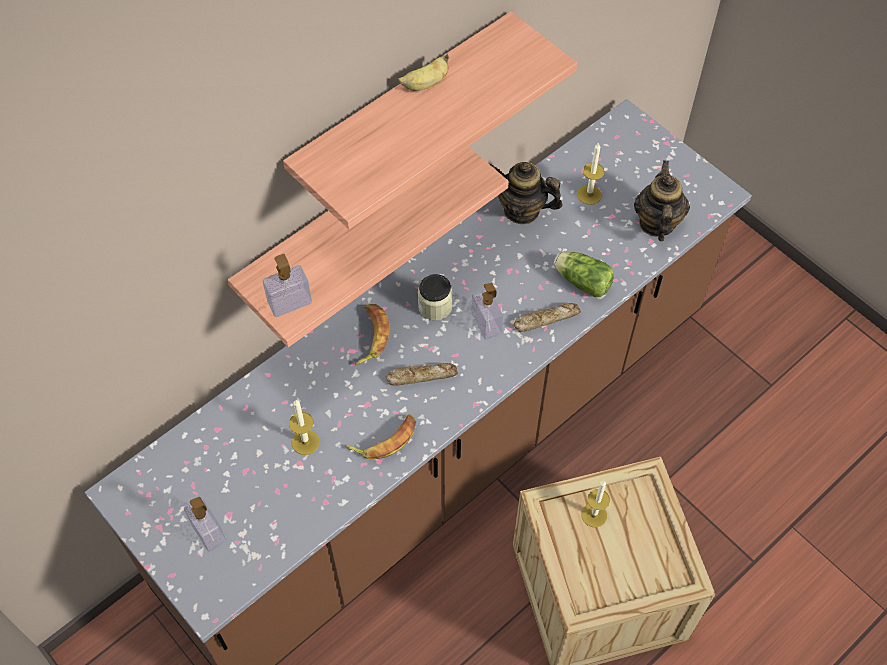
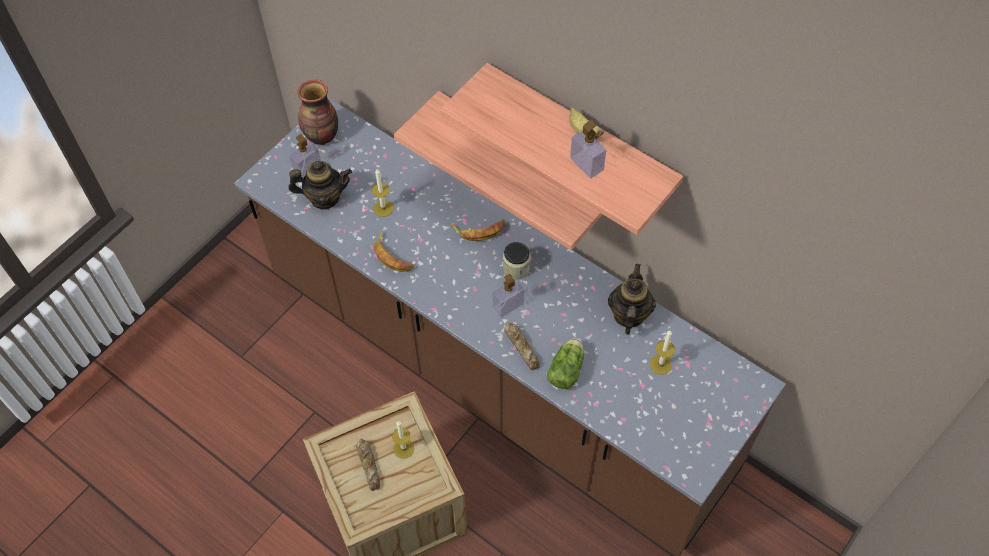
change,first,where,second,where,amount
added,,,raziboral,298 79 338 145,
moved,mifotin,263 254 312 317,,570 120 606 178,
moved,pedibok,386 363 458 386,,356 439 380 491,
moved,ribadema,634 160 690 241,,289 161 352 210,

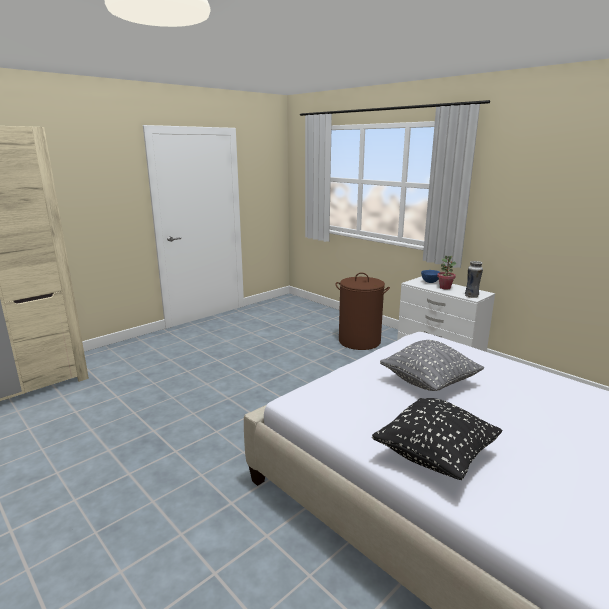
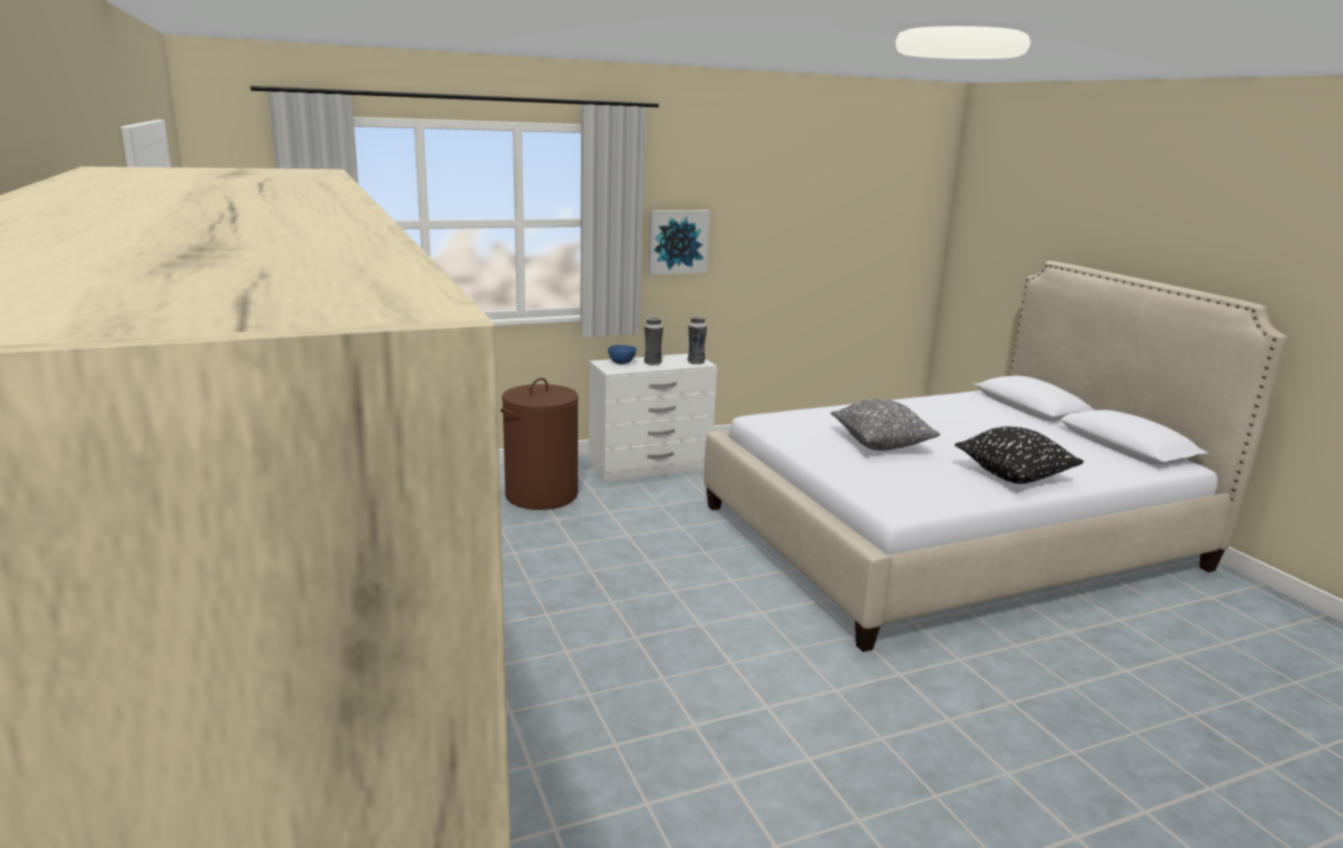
change,first,where,second,where,amount
added,,,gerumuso,648 210 709 275,
replaced,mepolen,437 256 456 289,raziboral,644 316 663 365,

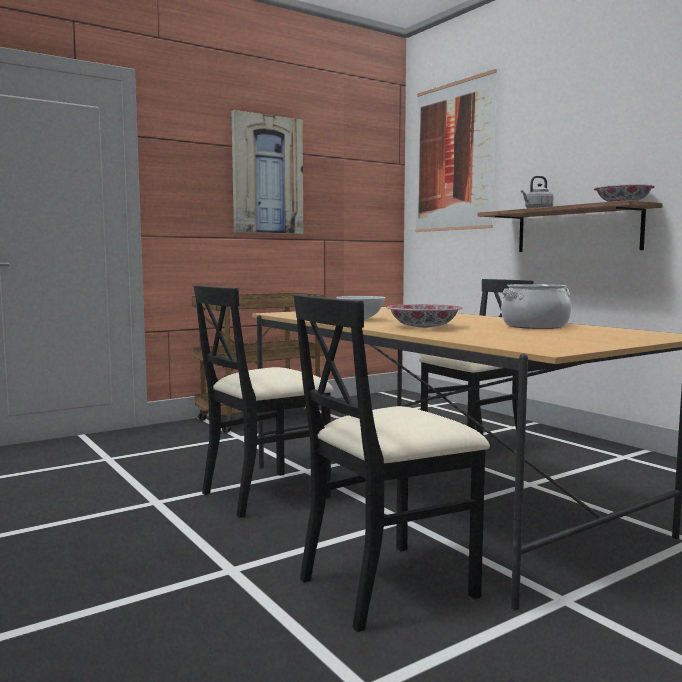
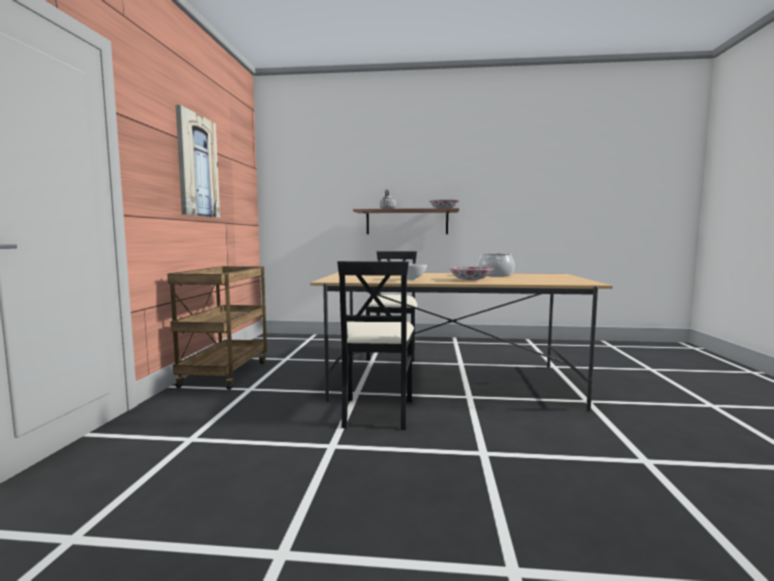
change,first,where,second,where,amount
removed,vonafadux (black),294 295 490 632,,,
removed,gerumuso,415 69 497 232,,,

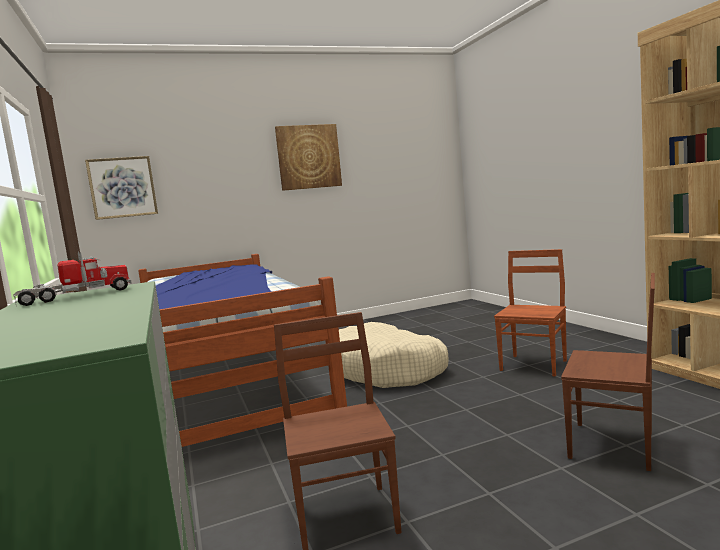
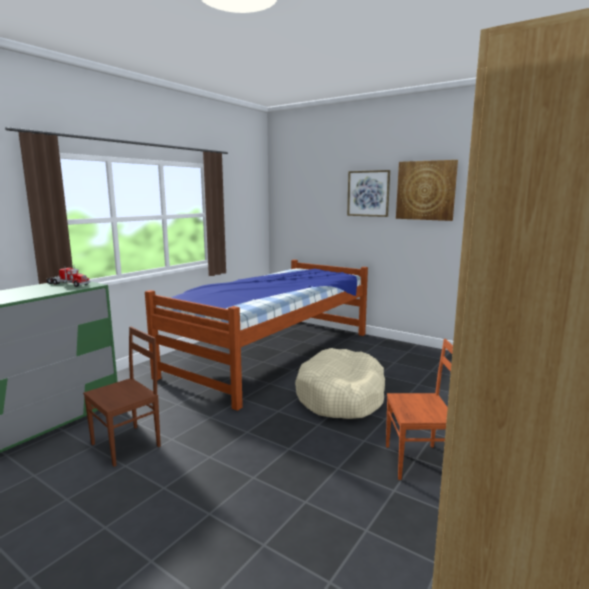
change,first,where,second,where,amount
removed,vonafadux (brown),561 273 655 471,,,
moved,gerumuso,85 156 158 220,,347 170 390 217,

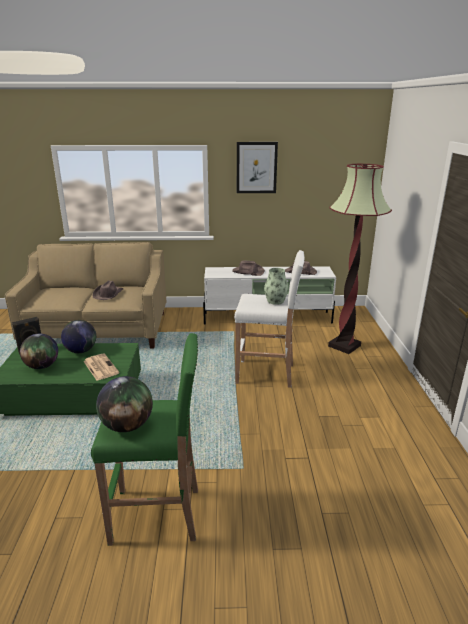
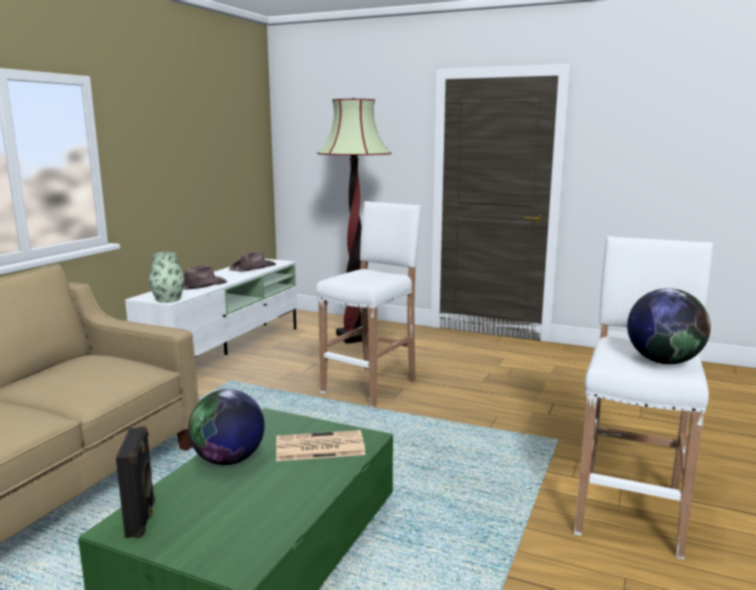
change,first,where,second,where,amount
removed,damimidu,20 334 58 369,,,
removed,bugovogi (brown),92 280 123 300,,,
removed,gerumuso,237 142 278 193,,,
moved,raziboral,264 268 289 305,,149 252 185 303,
recoloured,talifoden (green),91 333 198 546,talifoden (white),574 236 713 560,

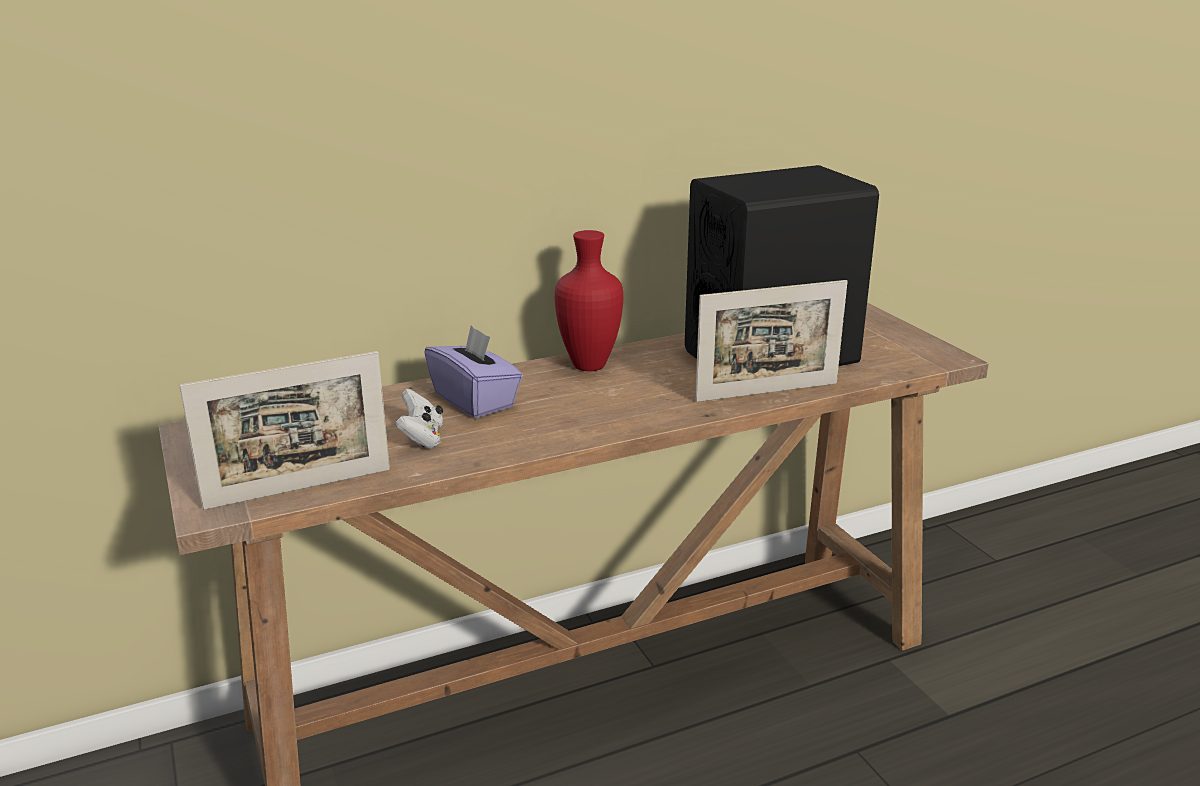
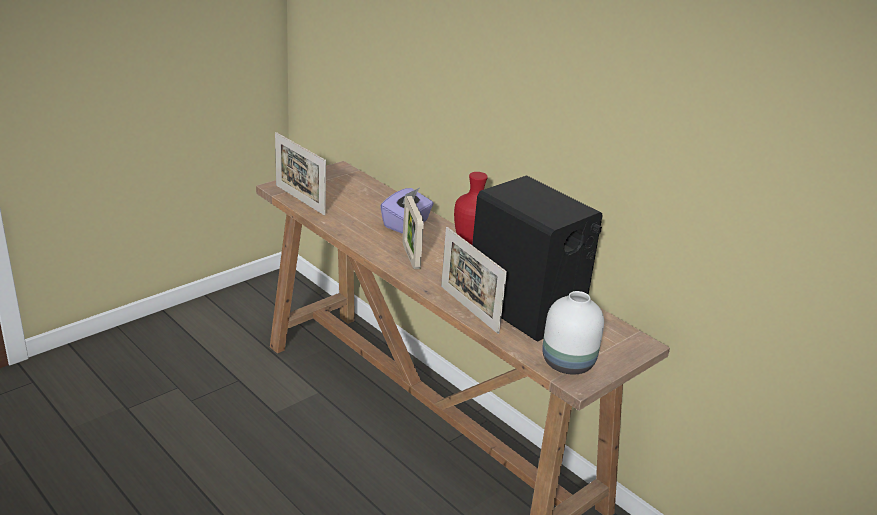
change,first,where,second,where,amount
removed,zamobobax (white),395 389 443 448,,,
added,,,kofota,403 196 424 269,
added,,,raziboral (white),542 291 604 375,

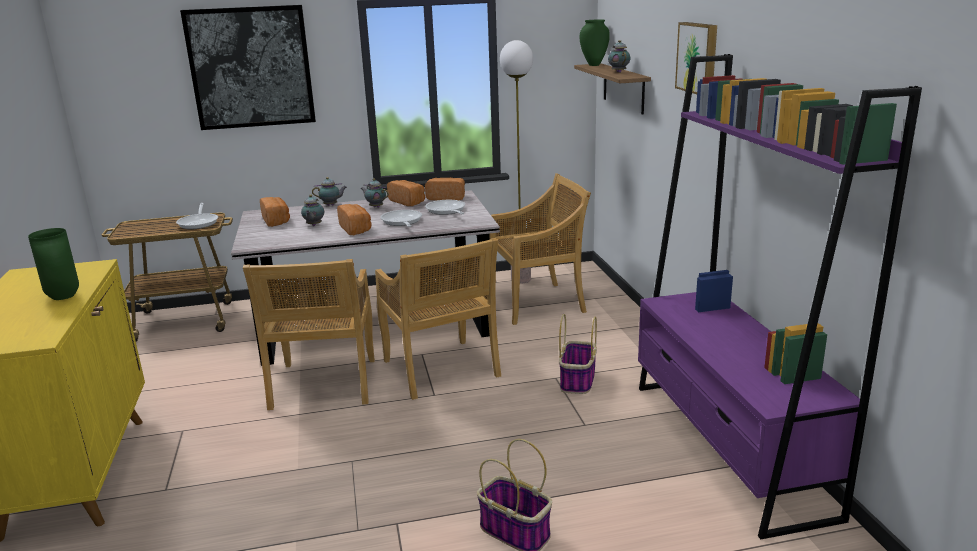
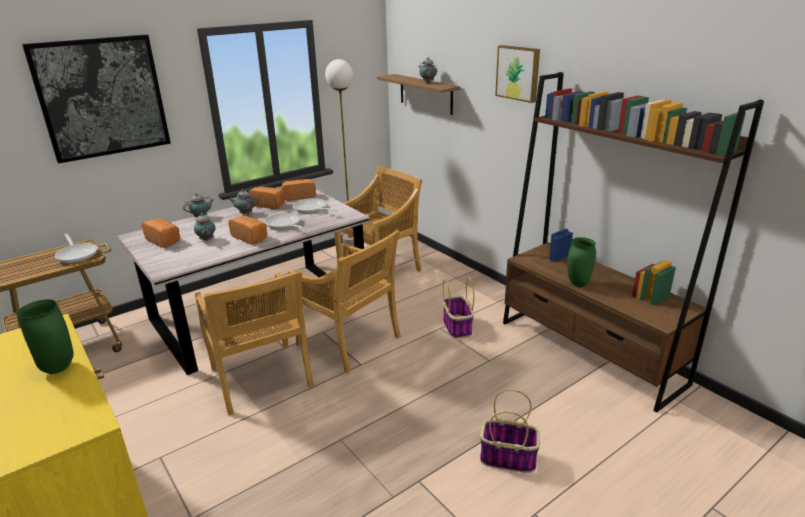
change,first,where,second,where,amount
moved,raziboral (green),580 20 610 66,,567 237 596 287,
recoloured,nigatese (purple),638 54 922 539,nigatese (brown),503 72 764 413,

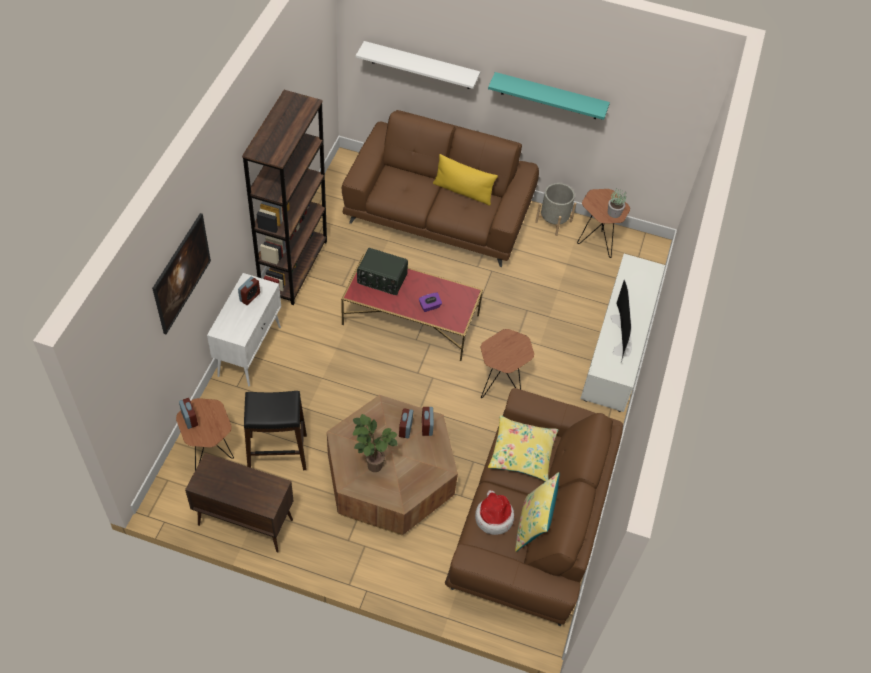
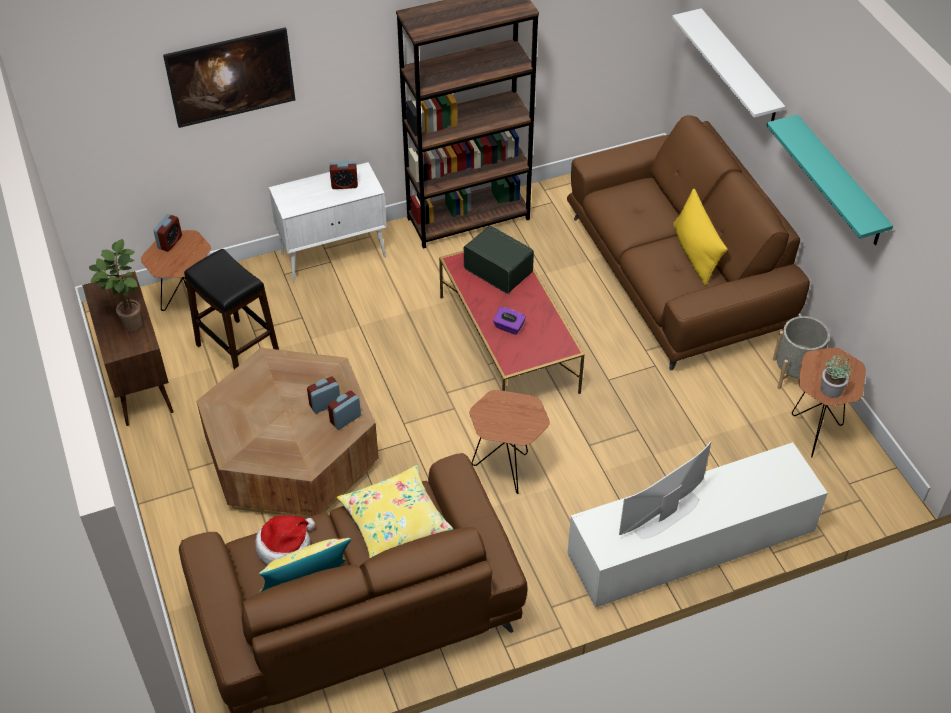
change,first,where,second,where,amount
moved,mepolen,353 414 398 472,,89 239 142 332,
turned,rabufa,357 248 408 295,,464 225 534 294,150 degrees clockwise

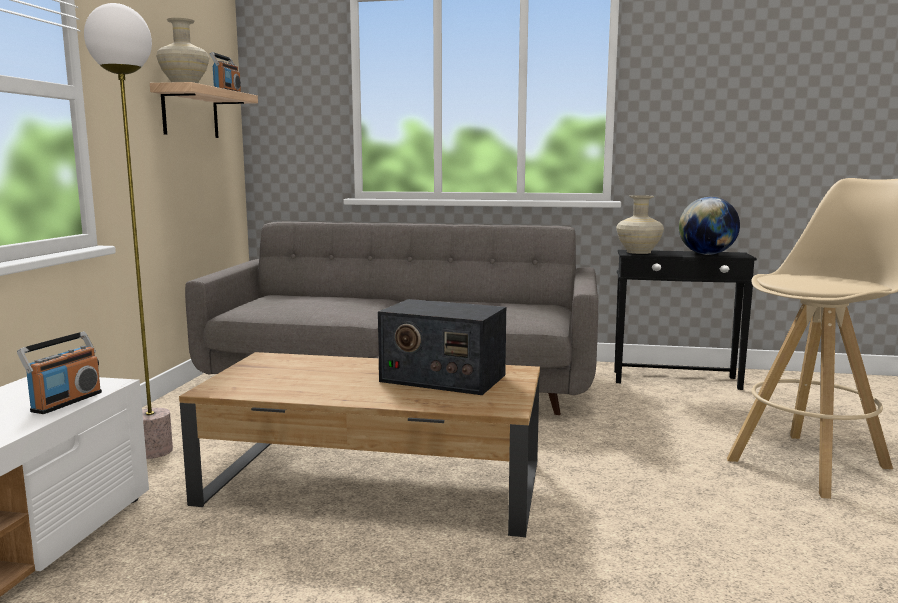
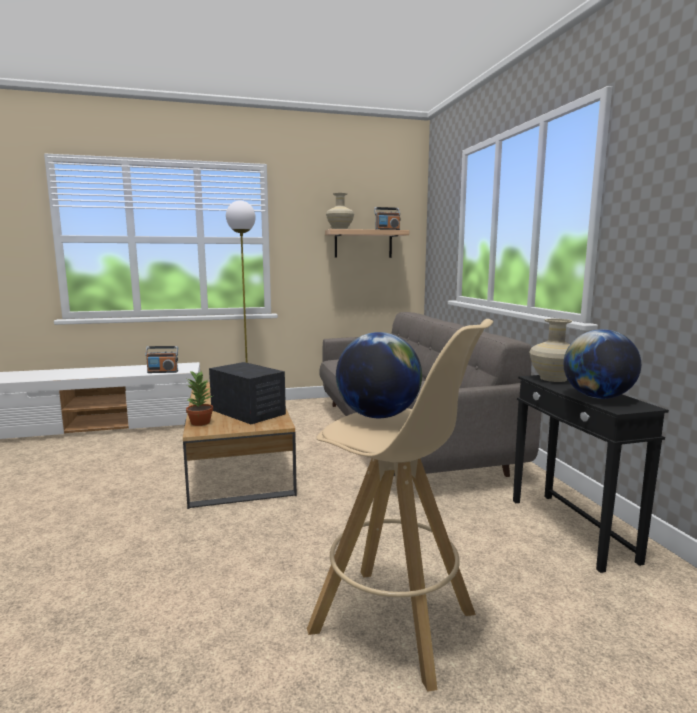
change,first,where,second,where,amount
added,,,mepolen,186 371 213 426,
added,,,damimidu,336 332 422 418,
turned,rabufa,378 299 506 395,,209 362 286 424,135 degrees clockwise

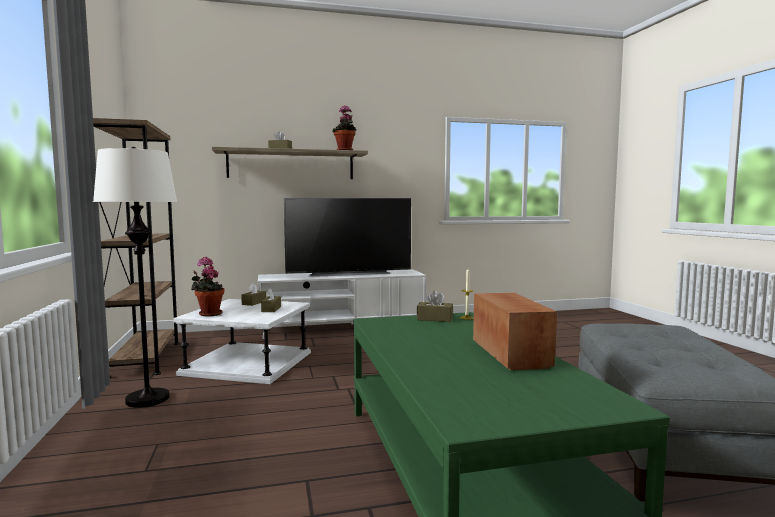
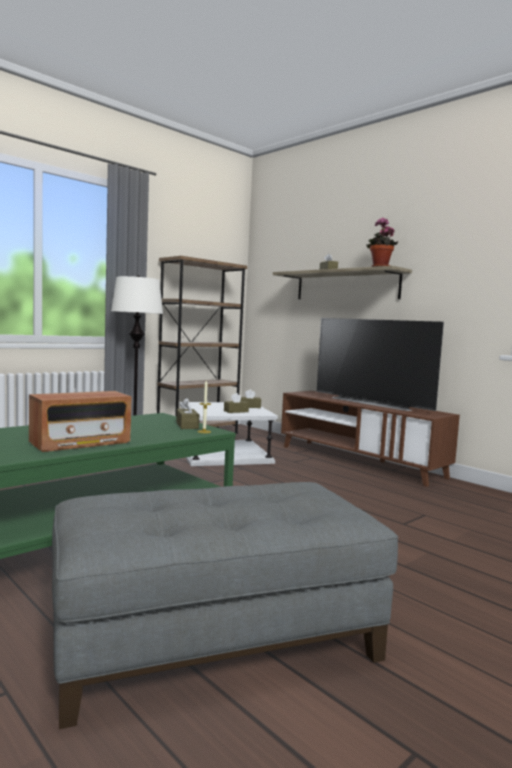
change,first,where,second,where,amount
removed,mepolen,191 257 224 316,,,
recoloured,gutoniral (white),258 269 426 339,gutoniral (brown),281 391 460 487,

